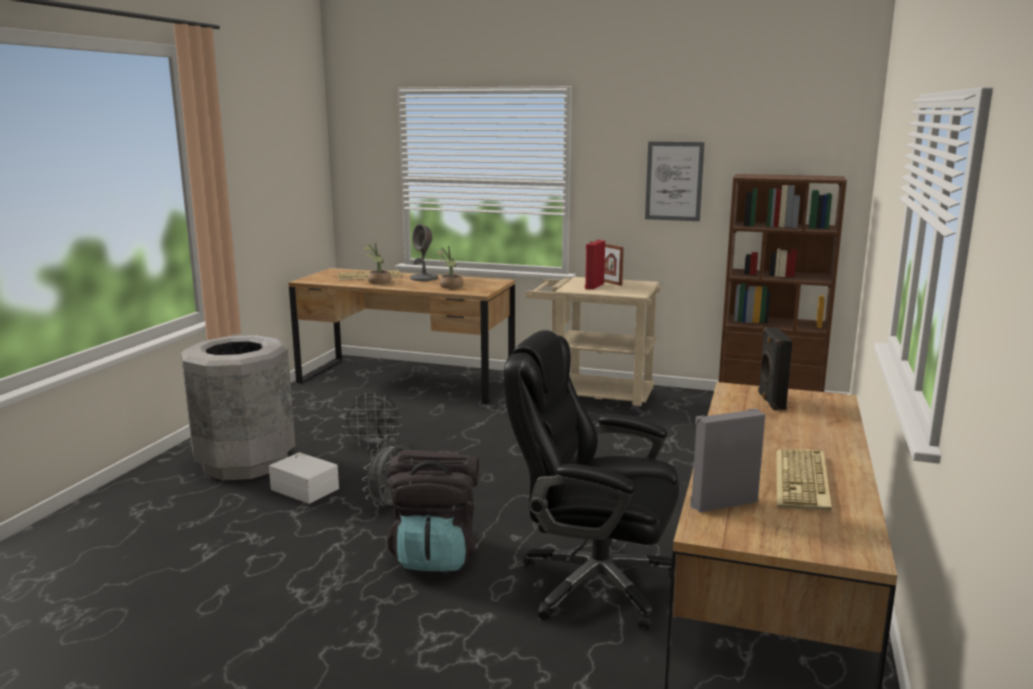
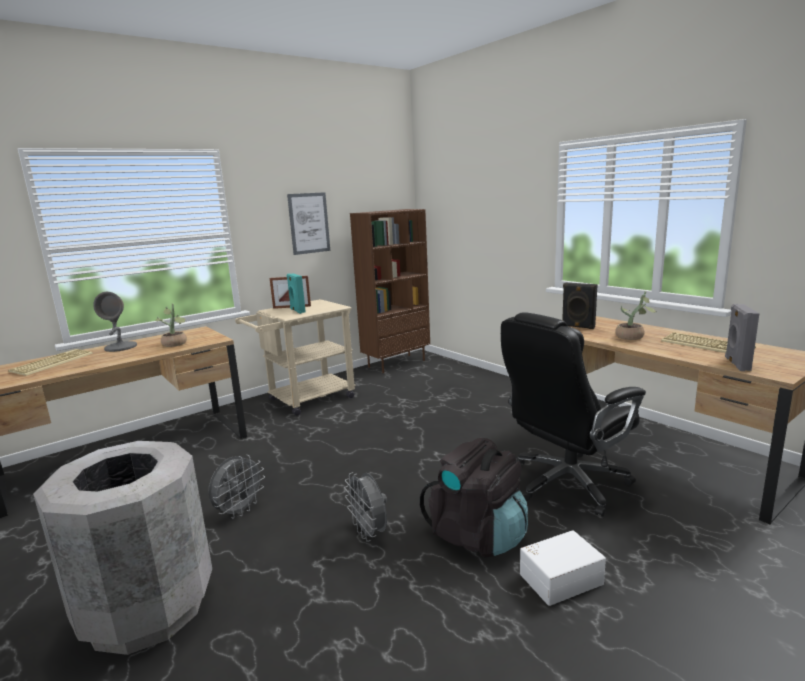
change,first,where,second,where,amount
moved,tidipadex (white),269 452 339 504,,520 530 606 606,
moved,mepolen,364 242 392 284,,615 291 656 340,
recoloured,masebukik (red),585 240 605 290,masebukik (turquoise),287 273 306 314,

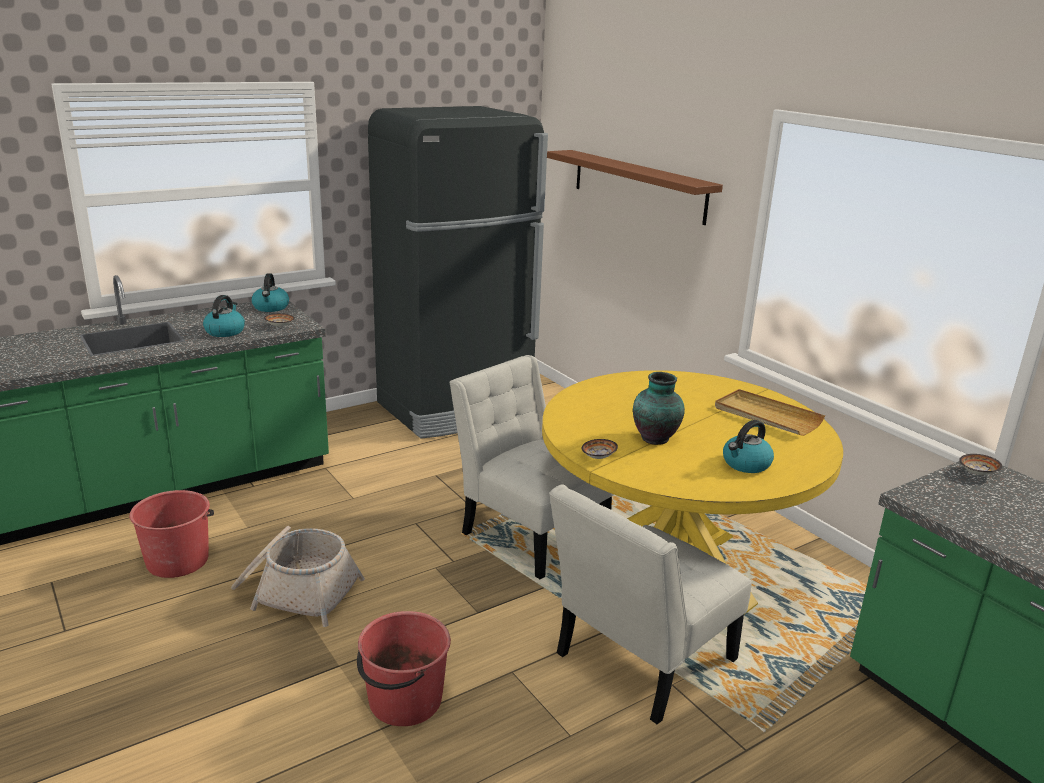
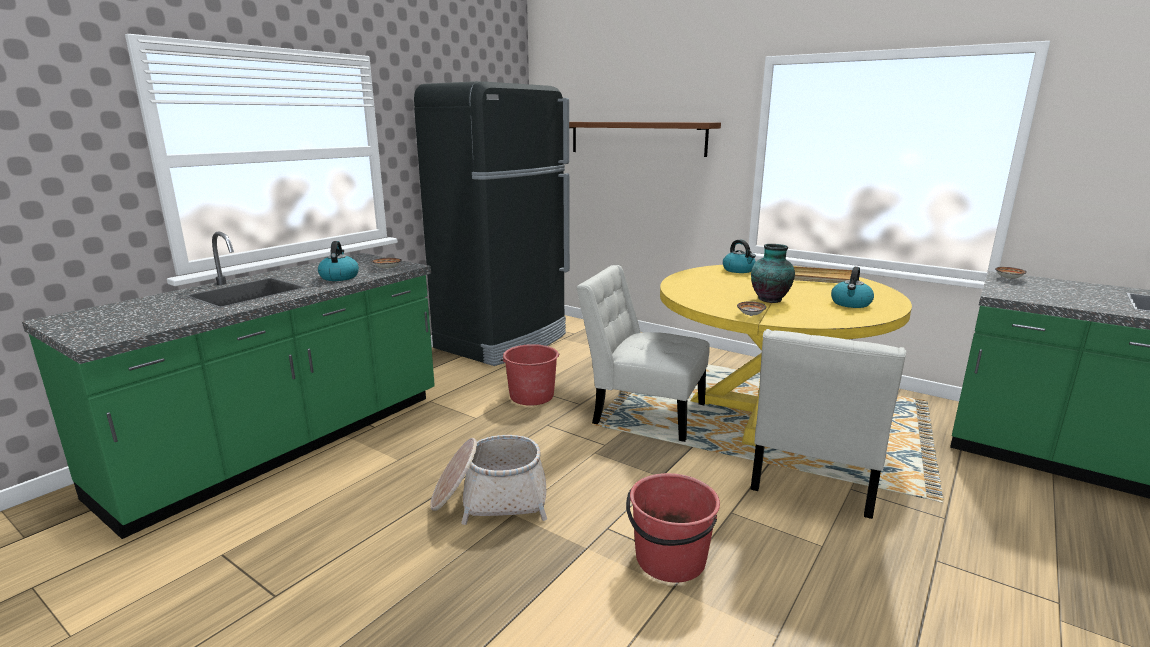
change,first,where,second,where,amount
moved,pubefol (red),129 490 214 578,,501 344 560 406,
moved,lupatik,251 273 289 312,,723 239 756 273,

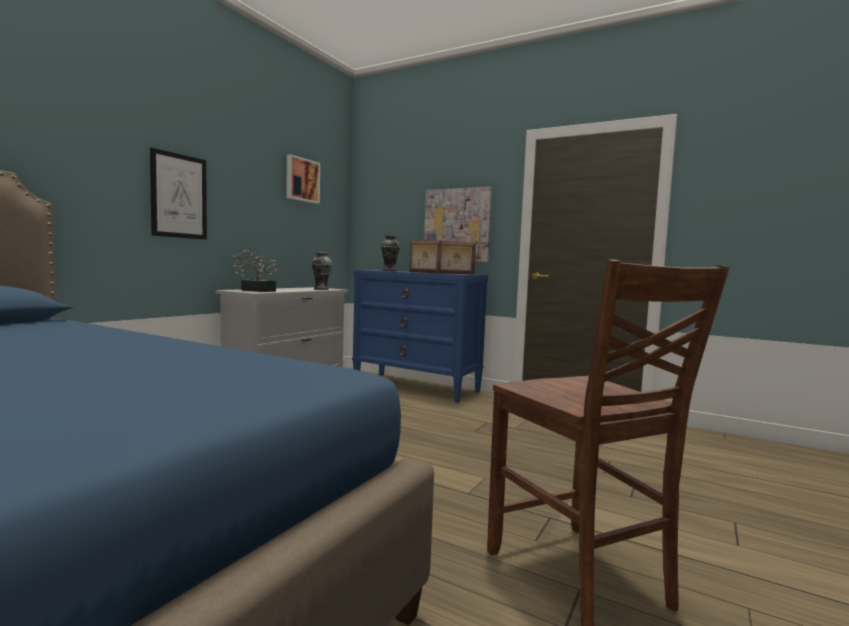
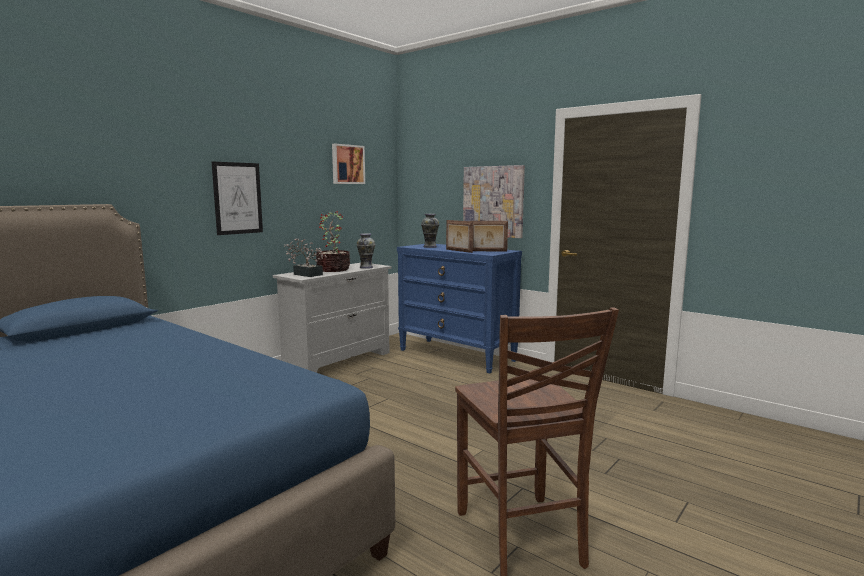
change,first,where,second,where,amount
added,,,mepolen,316 211 351 272,

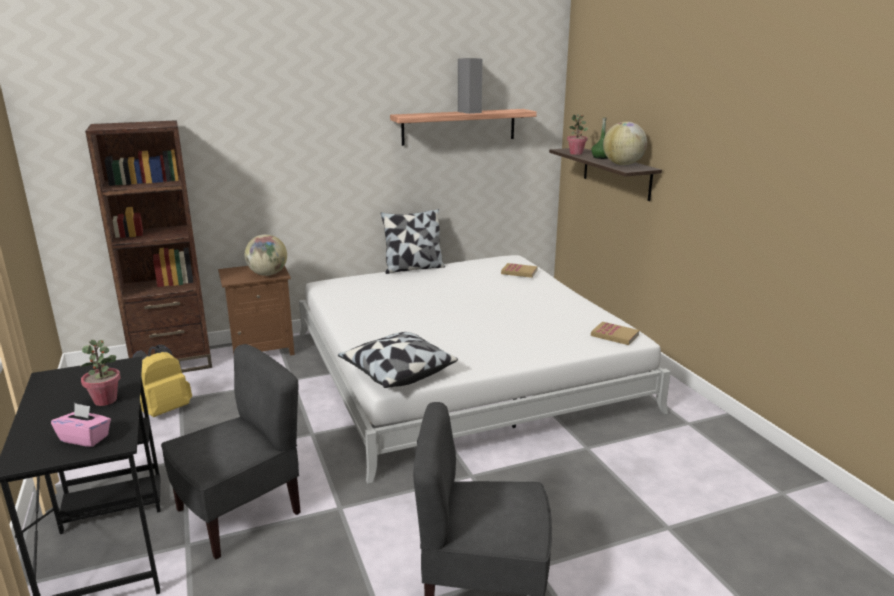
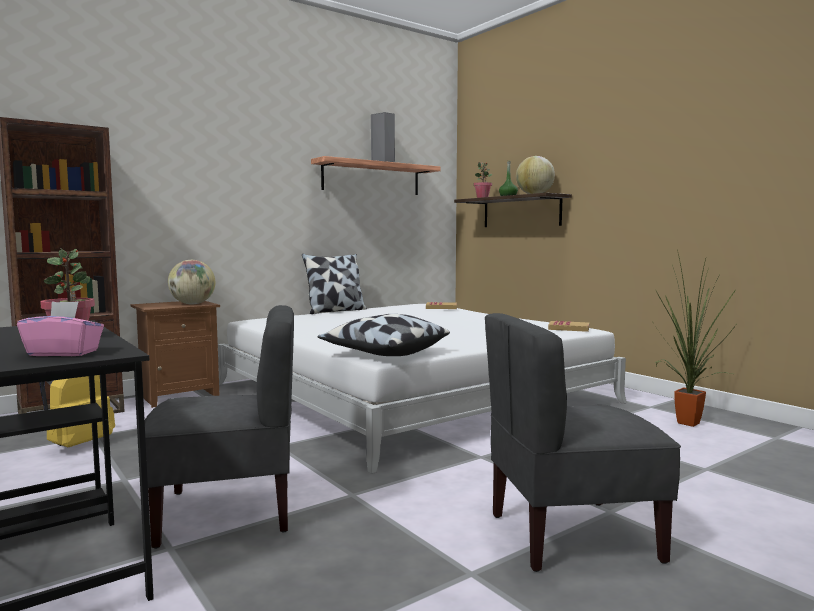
change,first,where,second,where,amount
added,,,mepolen,652 250 736 427,
turned,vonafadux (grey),161 344 301 559,,145 305 294 549,45 degrees clockwise

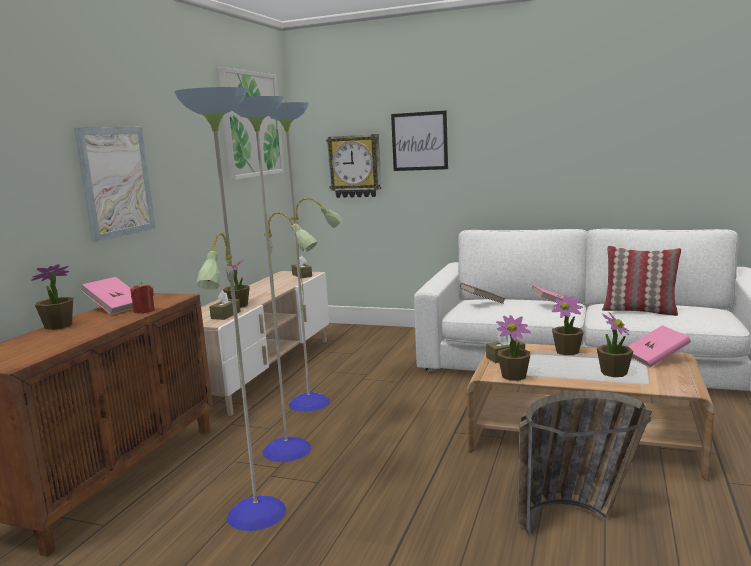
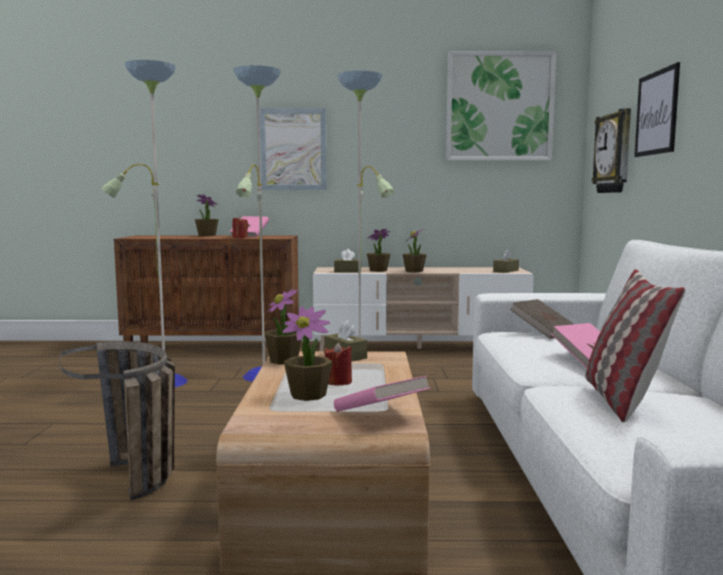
change,first,where,second,where,amount
added,,,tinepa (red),325 342 352 386,
moved,mepolen,552 295 584 355,,403 228 427 272,

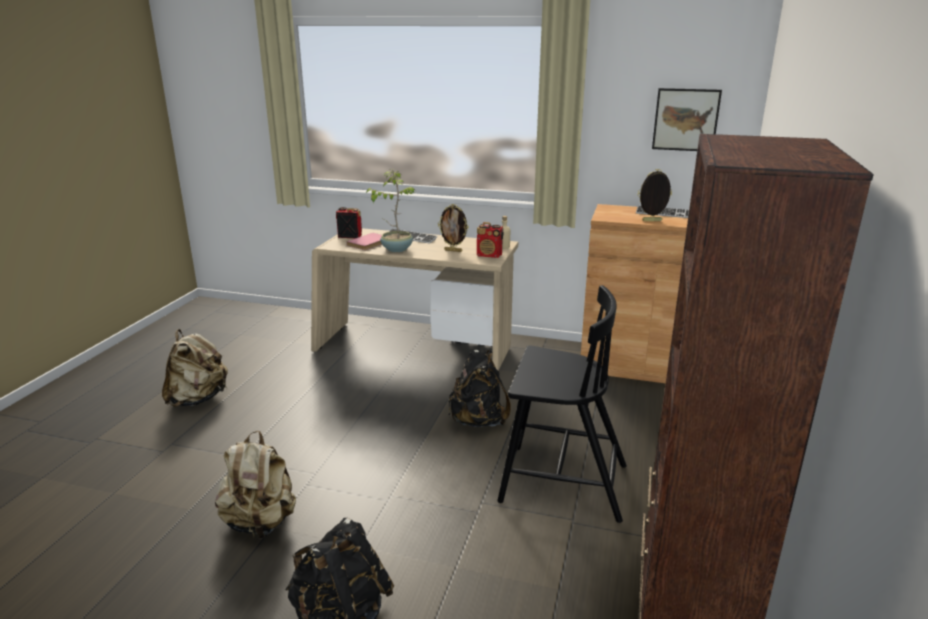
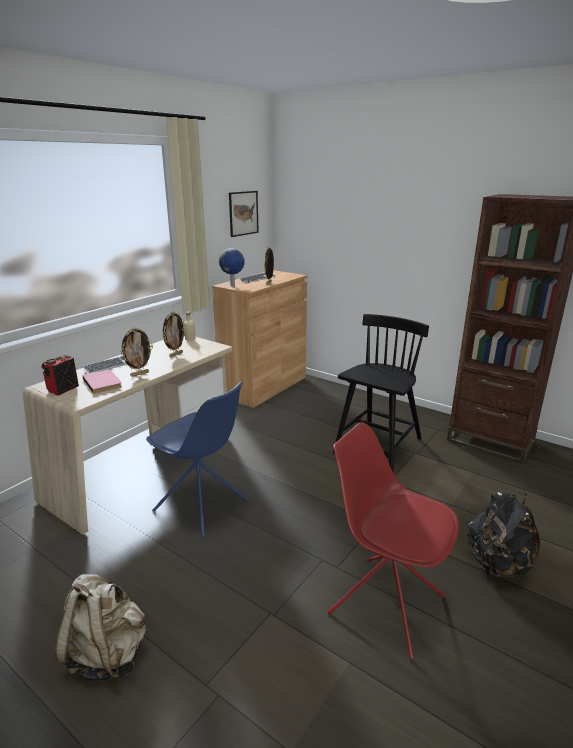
change,first,where,second,where,amount
removed,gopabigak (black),449 350 511 427,,,
removed,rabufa,477 222 503 258,,,
added,,,vonafadux (blue),146 382 249 538,
added,,,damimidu,219 248 245 286,
replaced,gopabigak (beige),215 431 296 538,vonafadux (red),328 422 459 660,
replaced,mepolen,366 169 415 252,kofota,120 327 153 377,

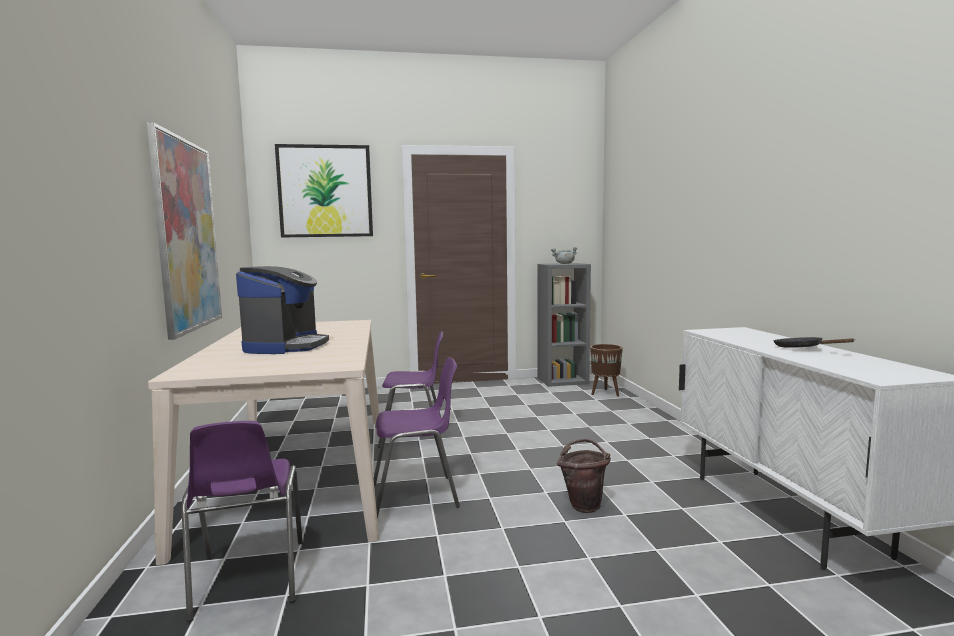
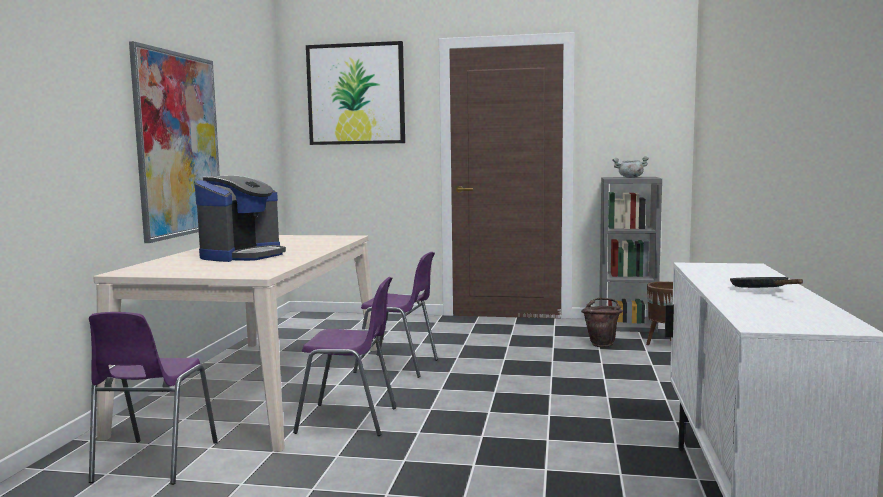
change,first,where,second,where,amount
moved,pubefol (brown),557 439 611 513,,581 298 623 347,

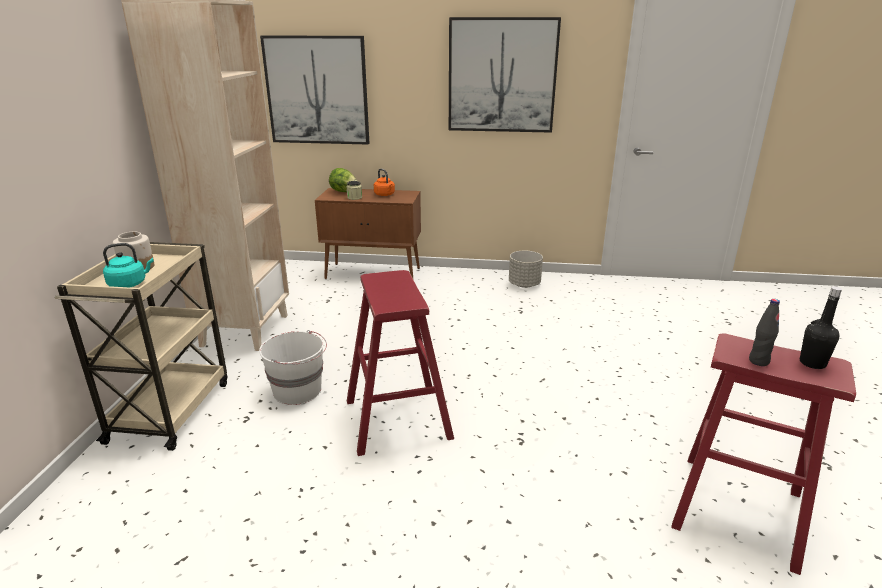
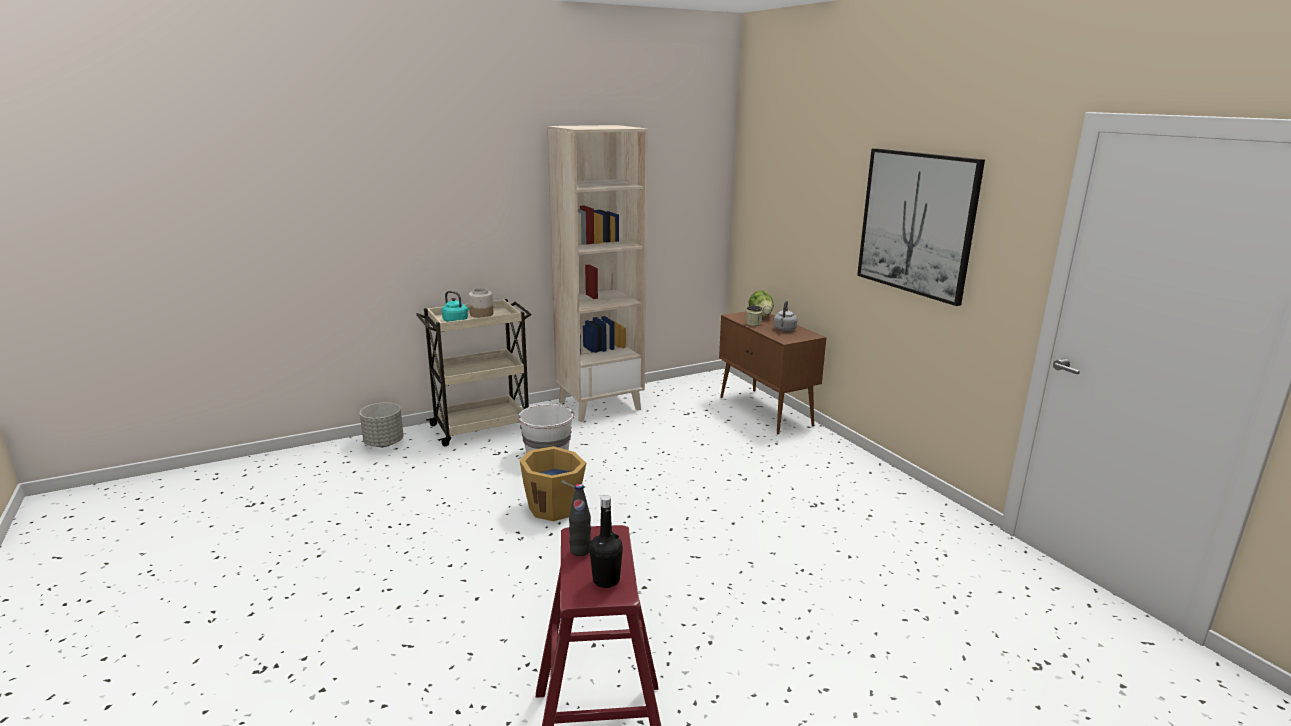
change,first,where,second,where,amount
removed,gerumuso,260 36 369 145,,,
moved,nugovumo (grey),509 251 543 288,,360 402 404 447,
replaced,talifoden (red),347 270 454 456,pubefol (orange),520 446 586 521,
recoloured,lupatik (orange),374 169 395 196,lupatik (grey),773 301 797 331,

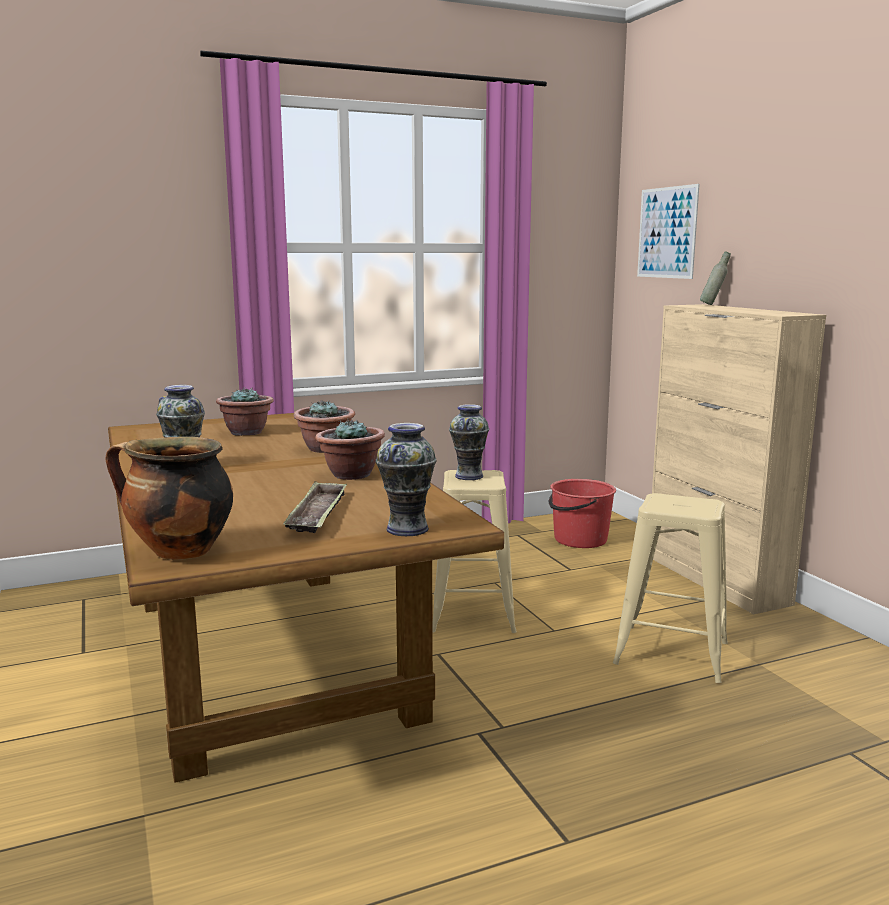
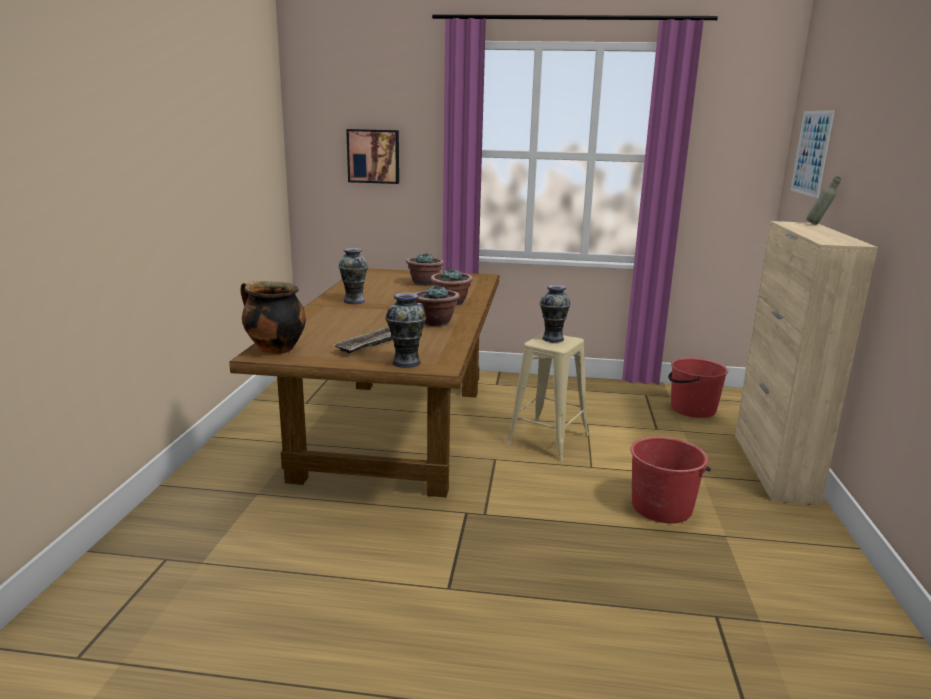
change,first,where,second,where,amount
added,,,gerumuso,346 129 399 184,
replaced,talifoden (beige),613 493 728 683,pubefol (red),630 436 711 523,

